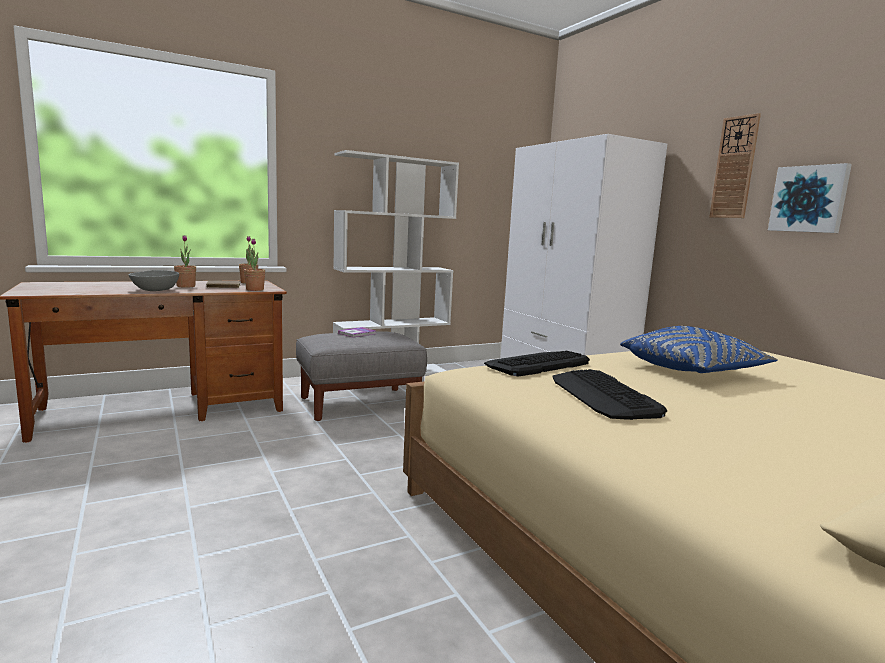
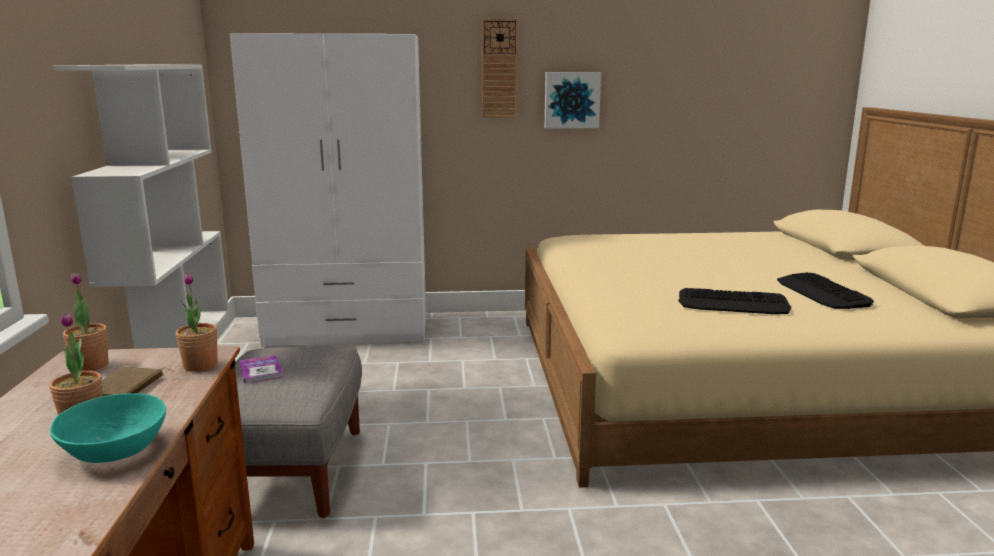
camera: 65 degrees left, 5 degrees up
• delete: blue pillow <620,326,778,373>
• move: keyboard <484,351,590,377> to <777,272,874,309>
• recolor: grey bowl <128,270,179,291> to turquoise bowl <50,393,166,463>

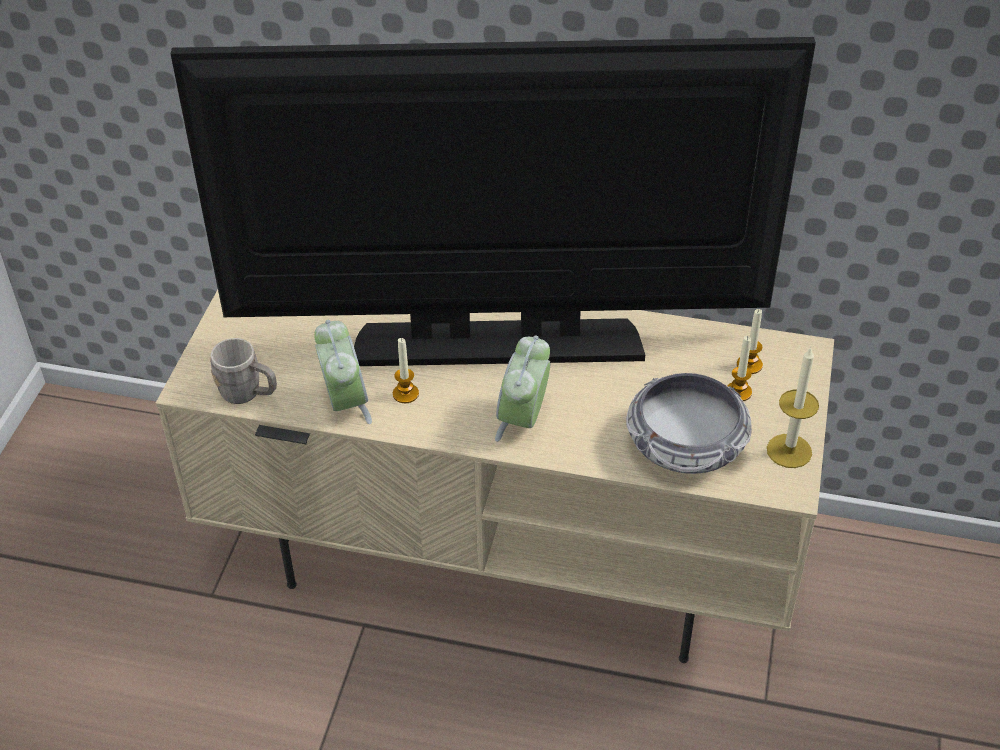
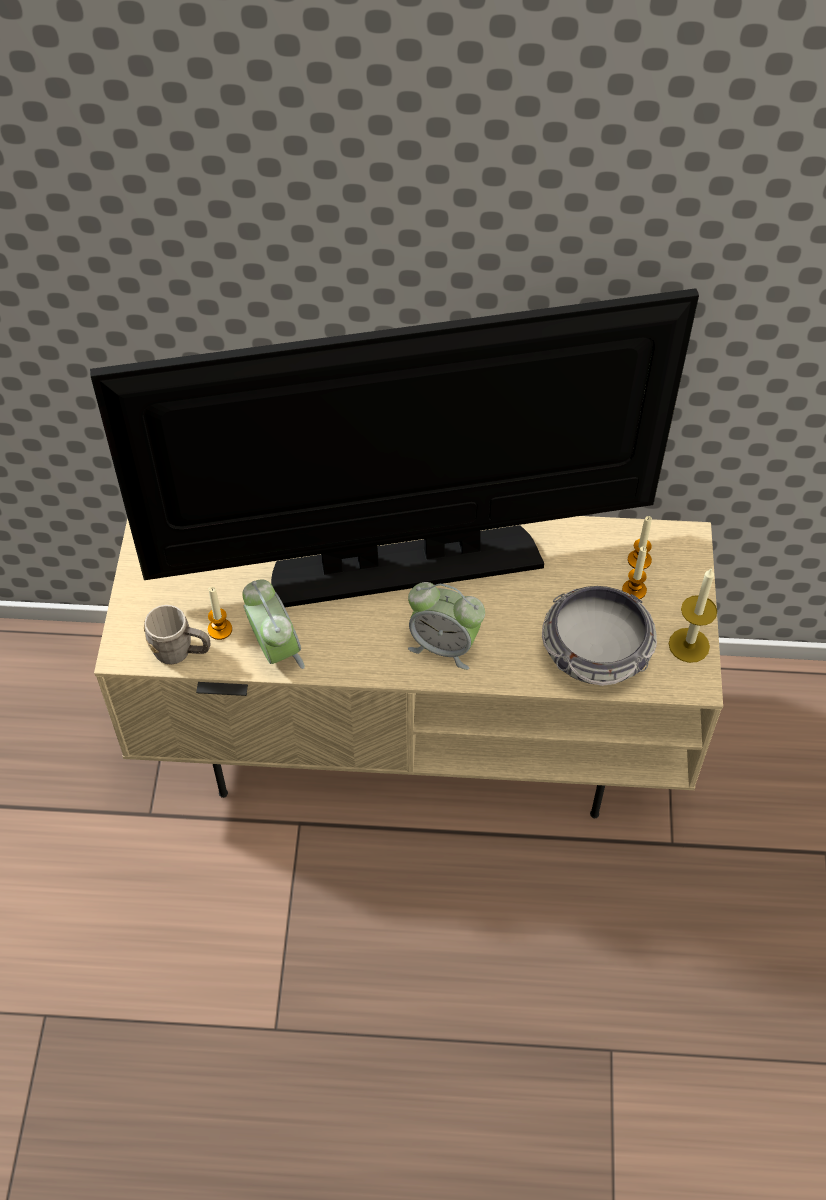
camera: 10 degrees left, 10 degrees up
• move: candle <393,338,419,403> to <208,587,232,640>
• rotate: alarm clock <495,335,550,442> = <408,582,485,670> 75 degrees counterclockwise

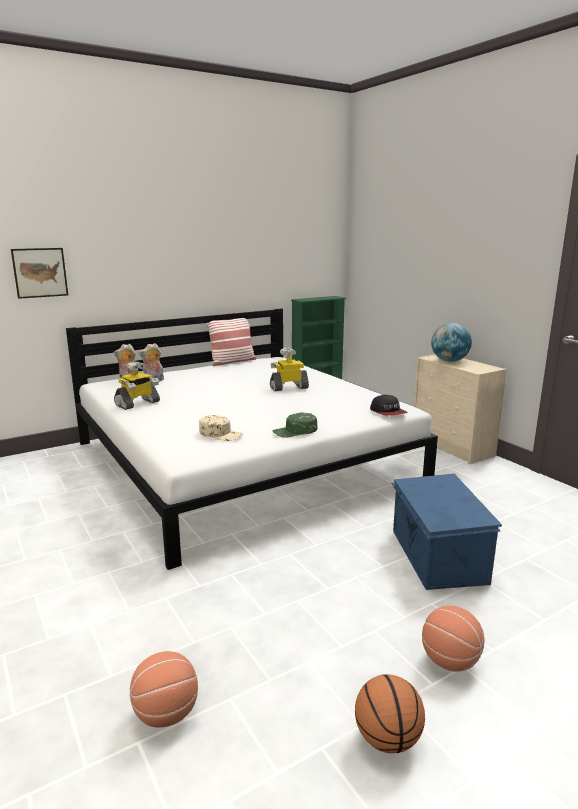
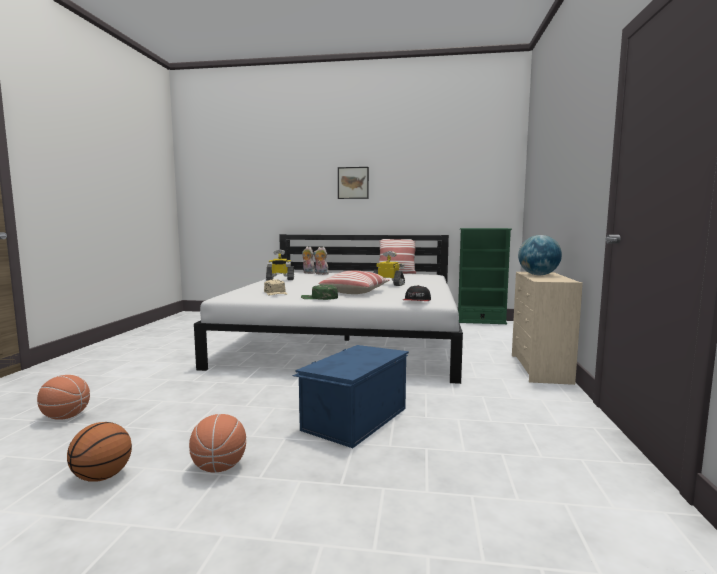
camera: 40 degrees right, 10 degrees down
• insert: pillow <319,270,390,294>
• move: picture <11,248,68,299> to <338,167,369,199>

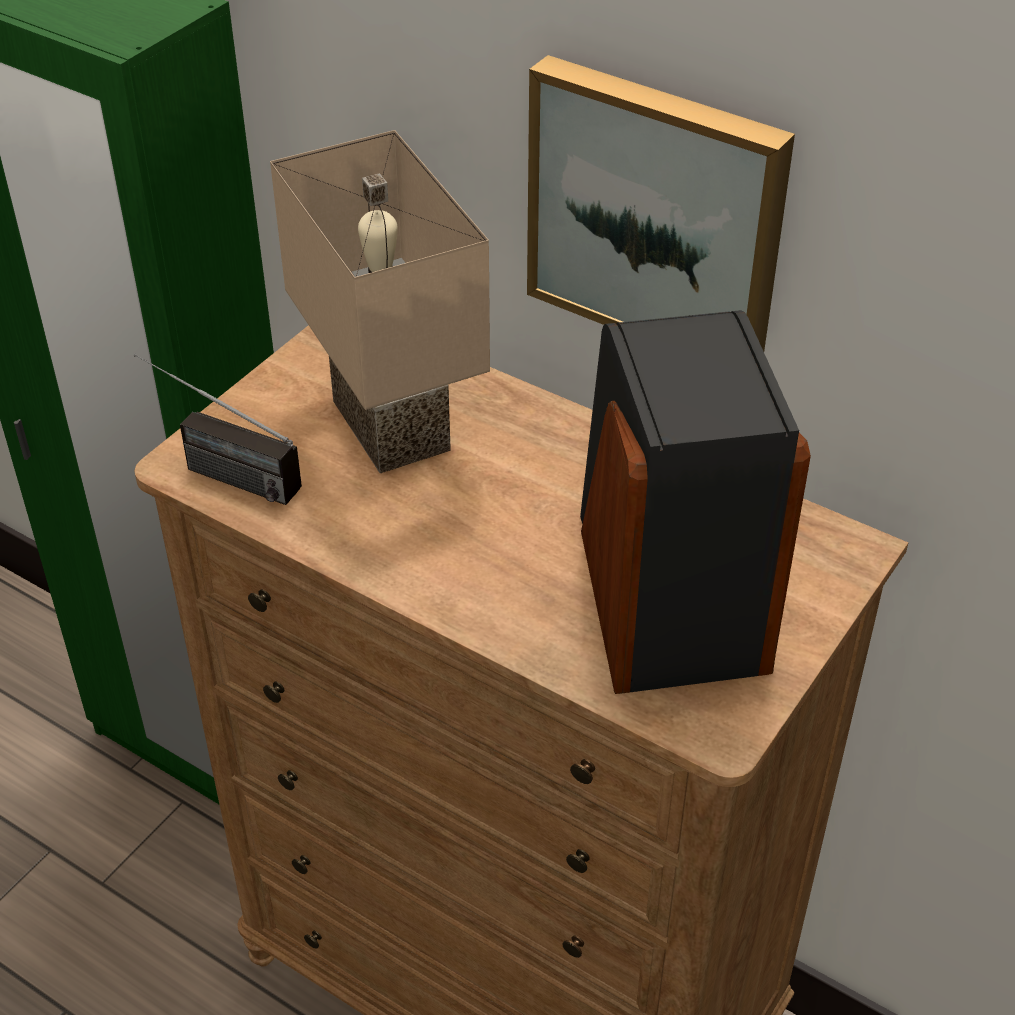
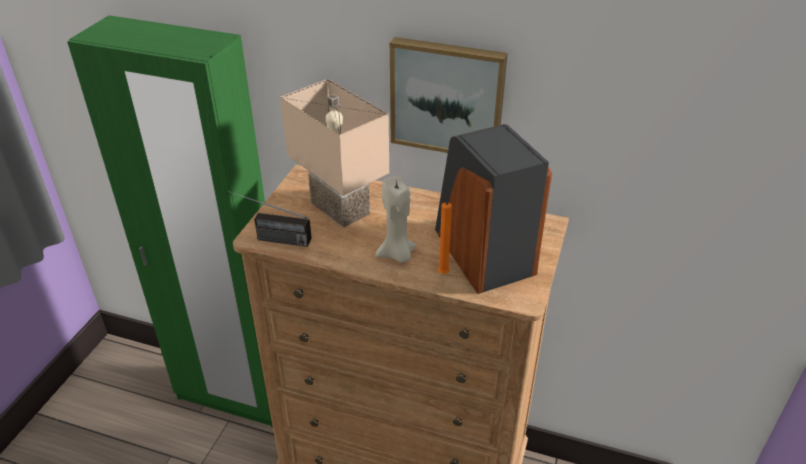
camera: 15 degrees left, 5 degrees down
• insert: beige candle <376,176,416,263>
• insert: orange candle <438,202,452,274>

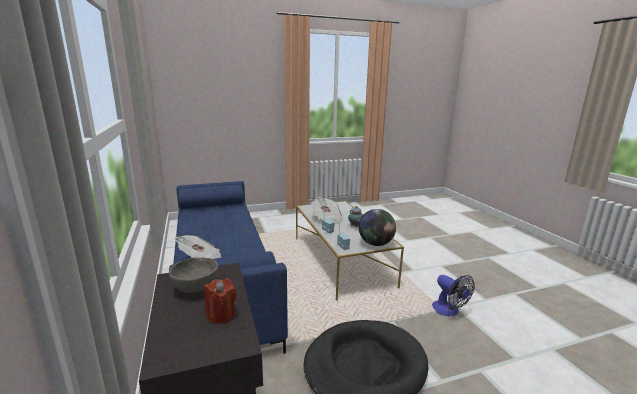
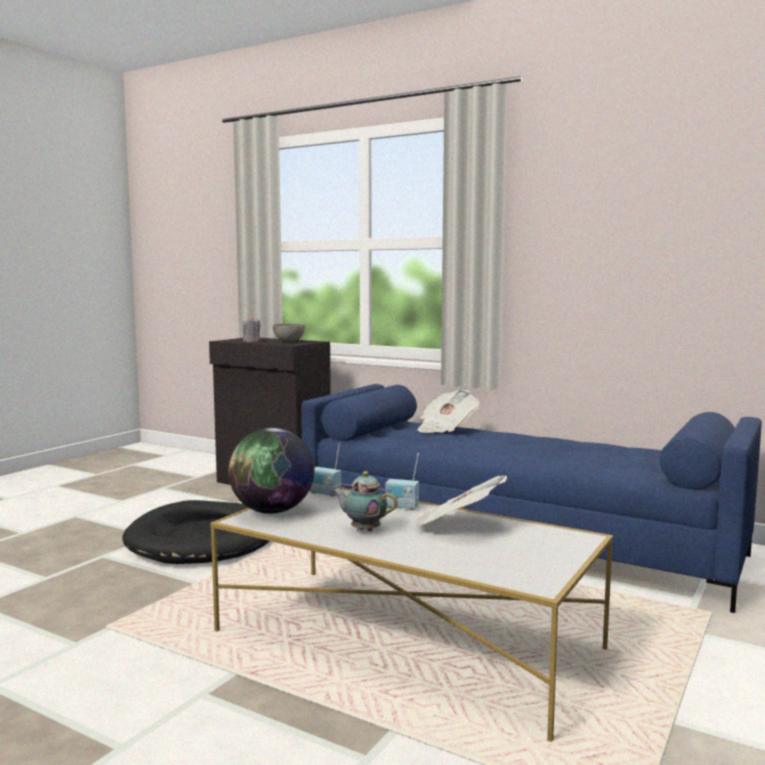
camera: 140 degrees right, 10 degrees down
• delete: fan <432,275,475,316>
• recolor: red candle <204,278,237,324> to grey candle <242,316,261,342>

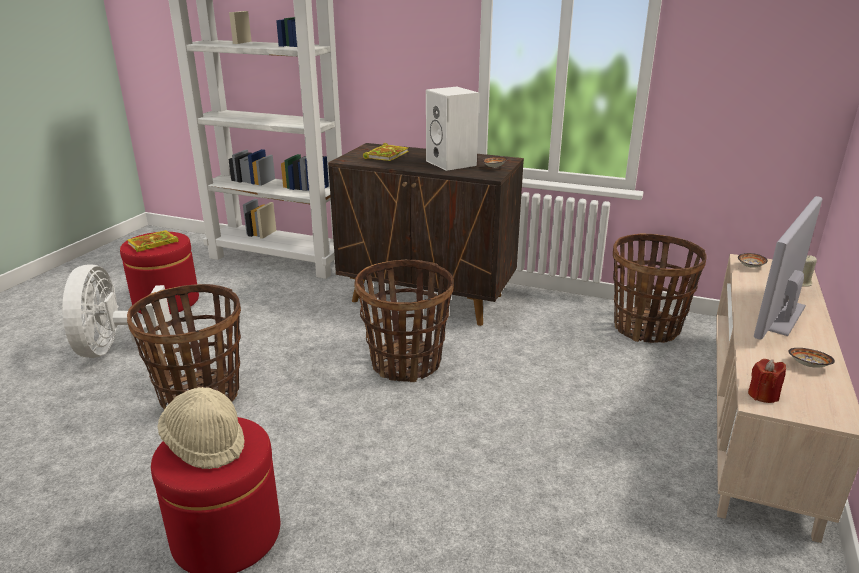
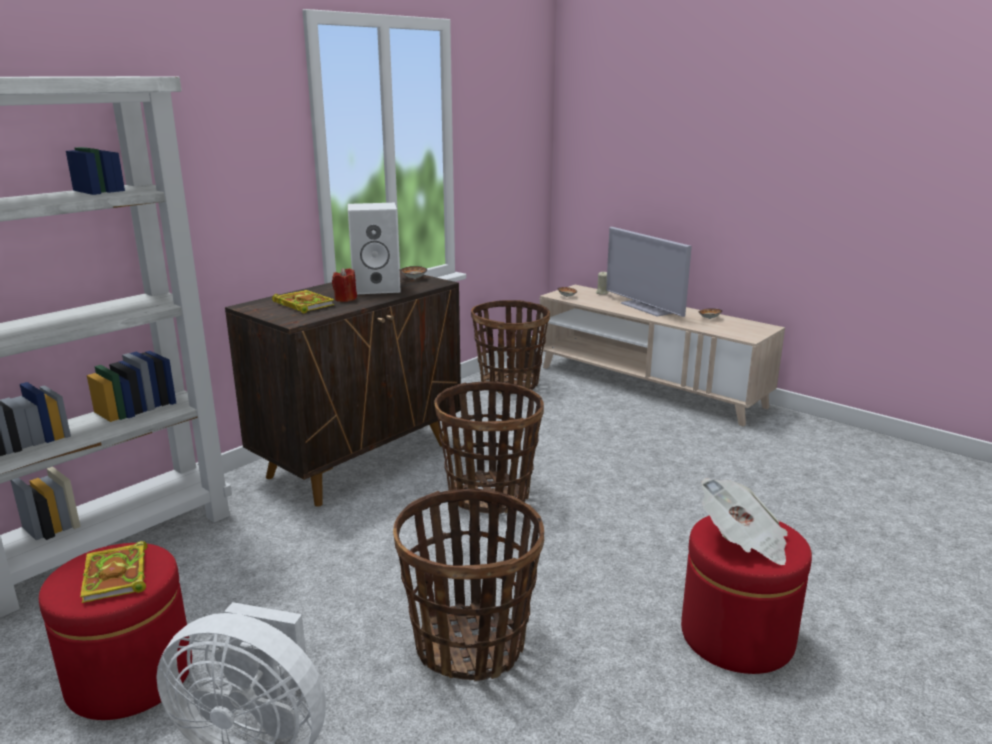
camera: 70 degrees left, 5 degrees down
• move: red candle <748,359,786,403> to <332,268,357,302>
• replace: beige hat <158,387,245,469> to newspaper <701,478,788,565>

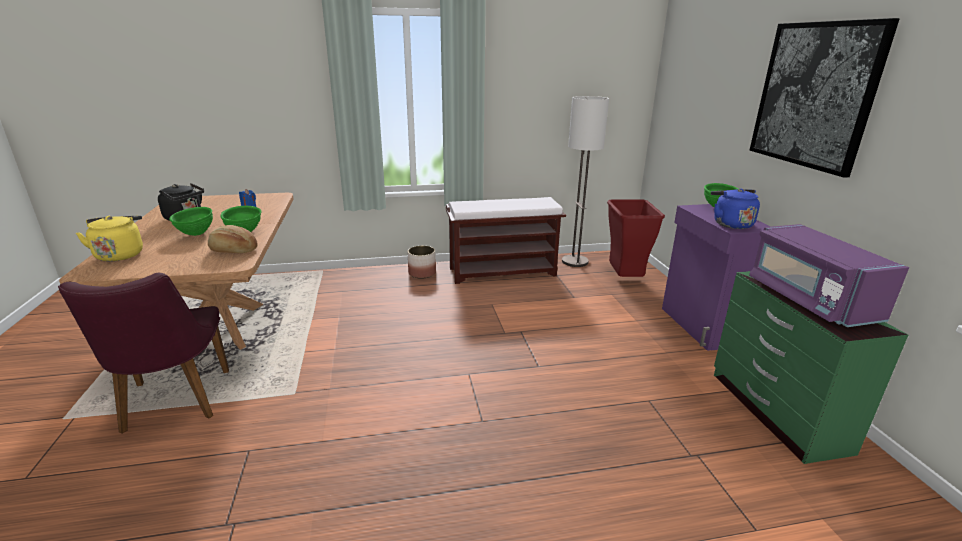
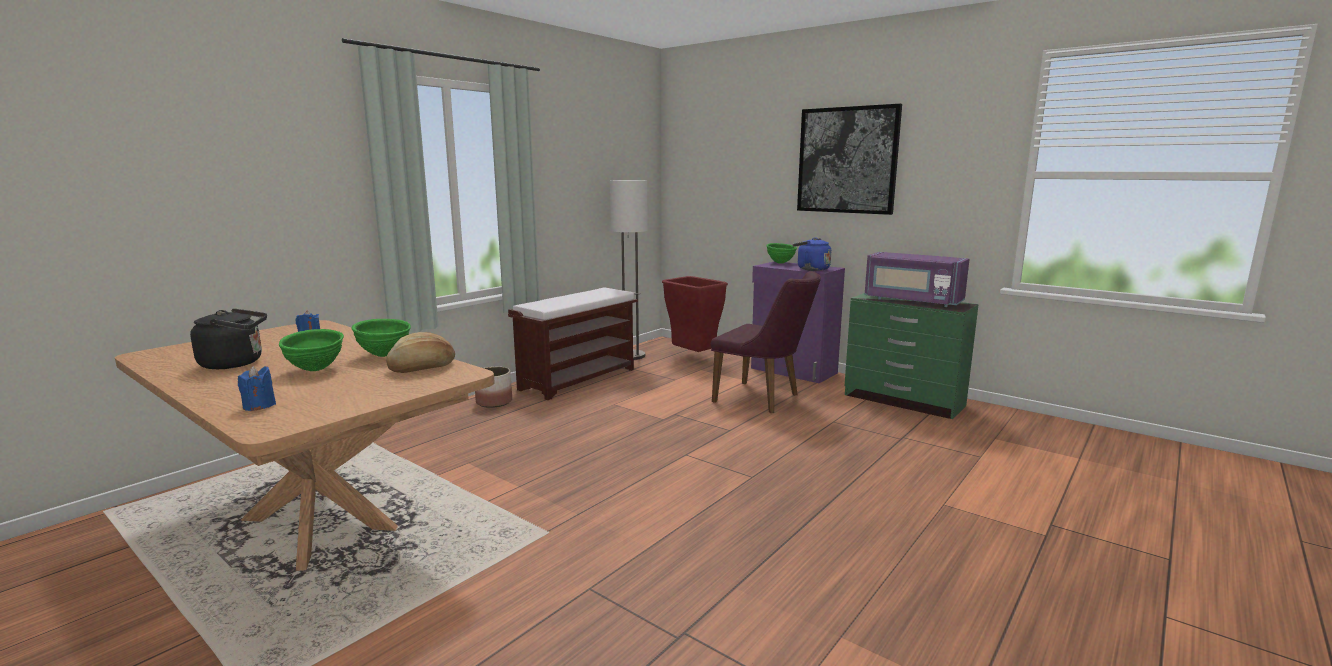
camera: 40 degrees left, 10 degrees down
• move: purple chair <58,273,229,434> to <711,271,821,413>
• replace: yellow kettle <76,215,143,262> to blue candle <238,366,276,411>

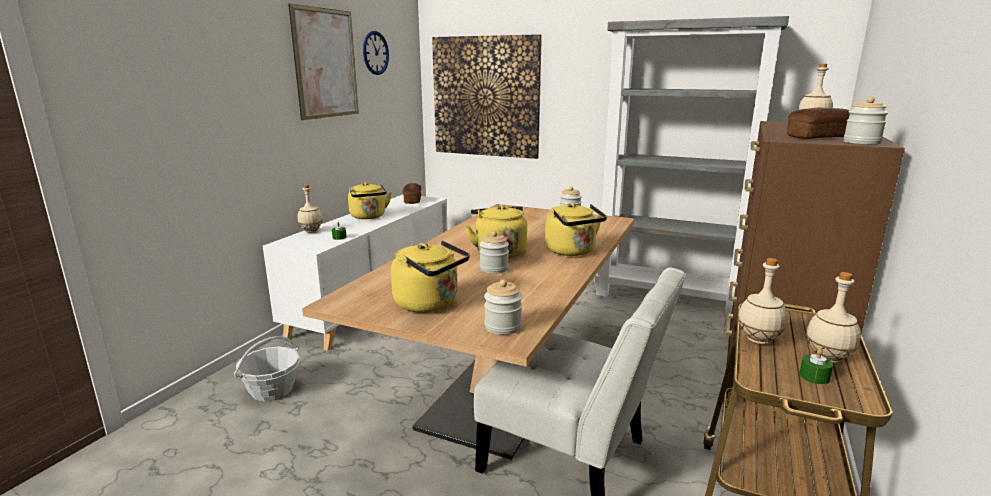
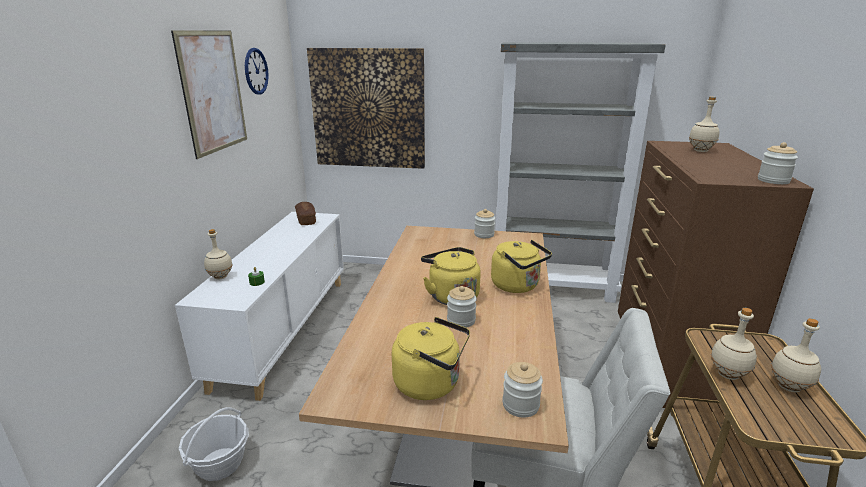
camera: 15 degrees left, 5 degrees up
• delete: yellow kettle <348,182,392,219>
• delete: bread <787,107,850,139>
• delete: green candle <799,348,833,384>

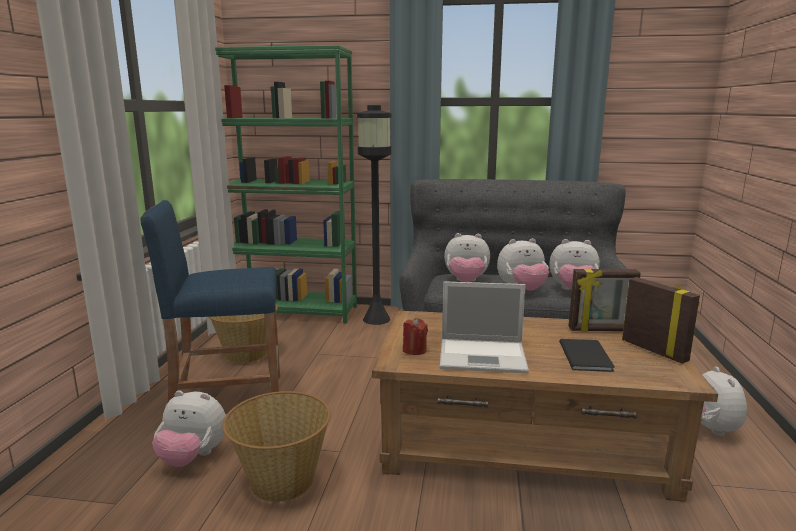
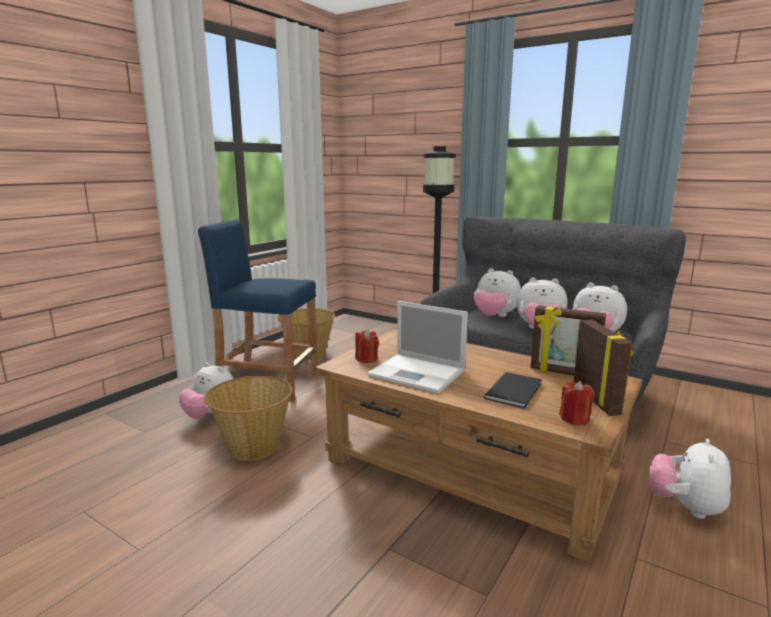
camera: 25 degrees right, 0 degrees up
• delete: green bookcase <215,45,357,323>
• insert: red candle <559,381,595,425>

